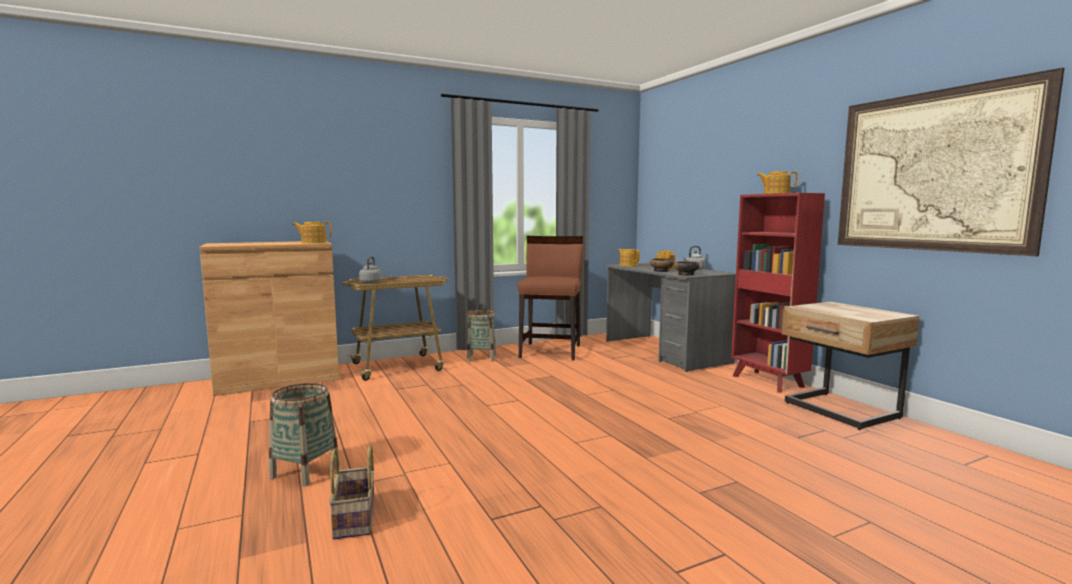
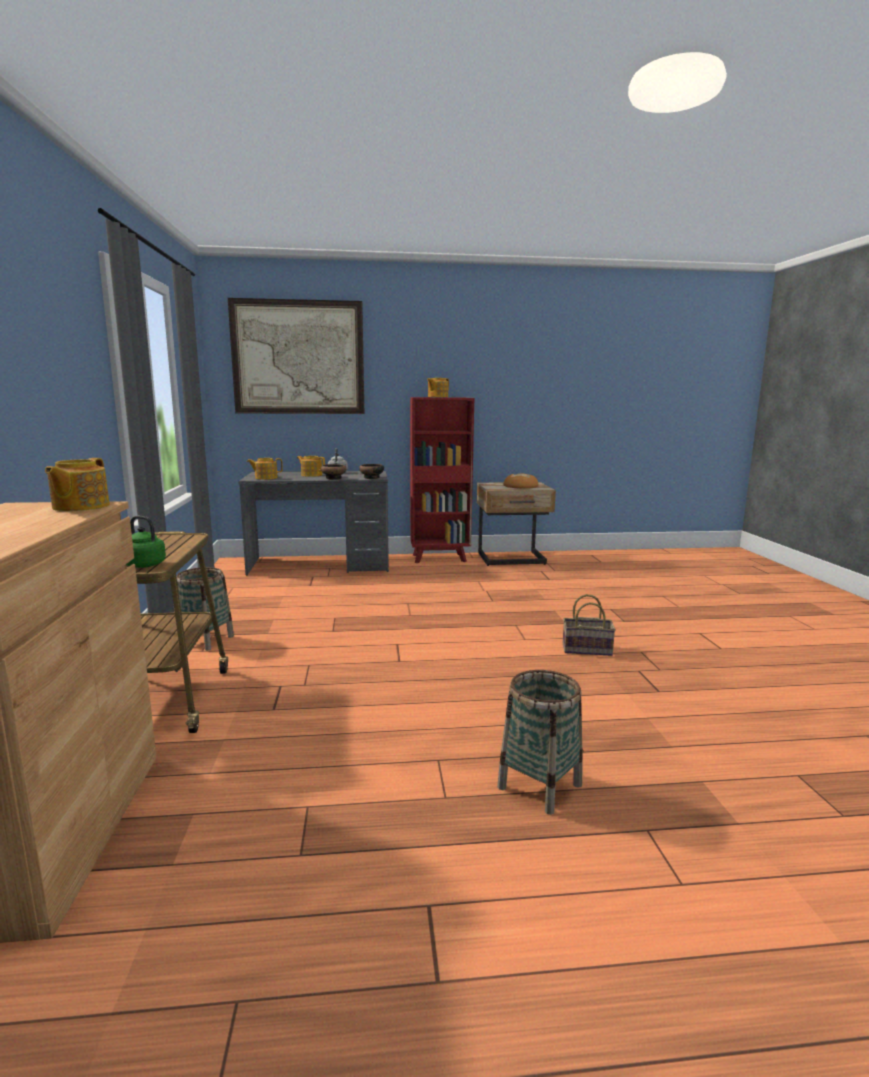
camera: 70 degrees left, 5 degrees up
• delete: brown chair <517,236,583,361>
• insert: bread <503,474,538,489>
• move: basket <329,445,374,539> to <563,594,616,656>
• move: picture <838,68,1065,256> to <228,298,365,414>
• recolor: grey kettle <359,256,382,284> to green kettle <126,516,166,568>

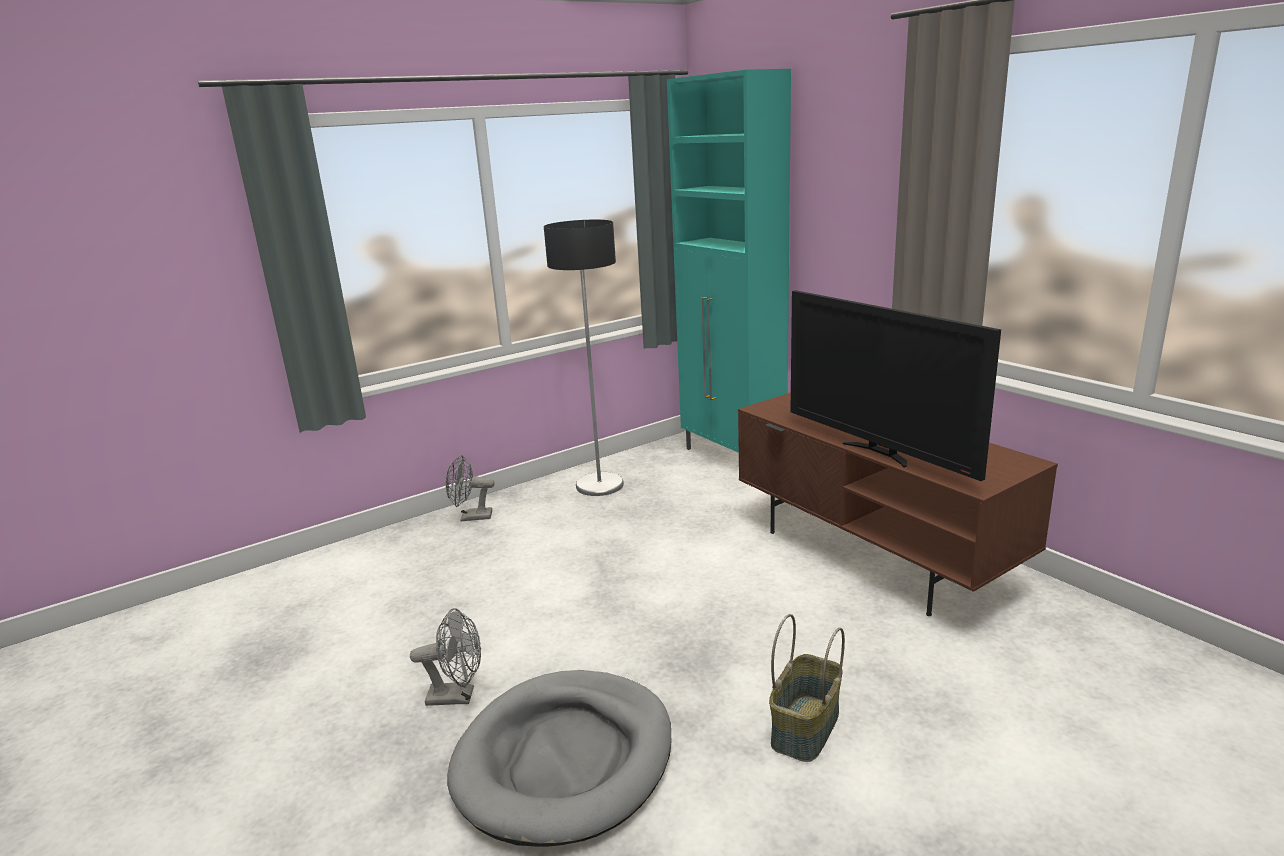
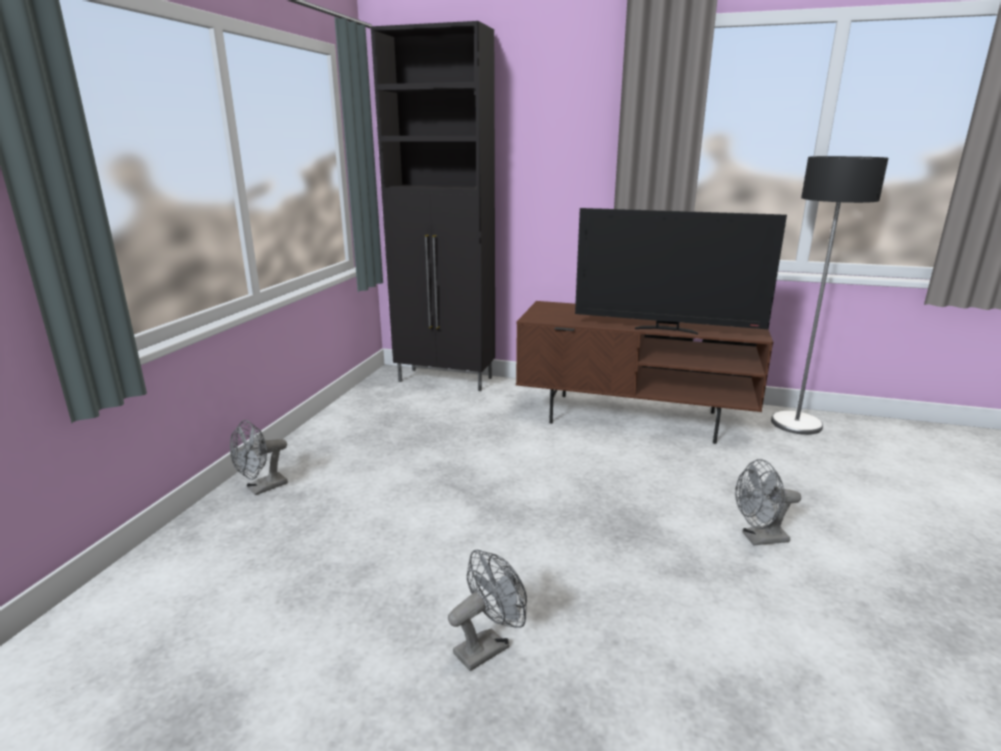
camera: 40 degrees left, 0 degrees up
• delete: grey dog bed <447,670,671,847>
• move: floor lamp <544,220,624,496> to <771,156,888,435>
• replace: basket <769,614,845,762> to grey fan <735,459,801,546>
• recolor: turquoise cabinet <667,69,791,453> to black cabinet <371,21,495,391>

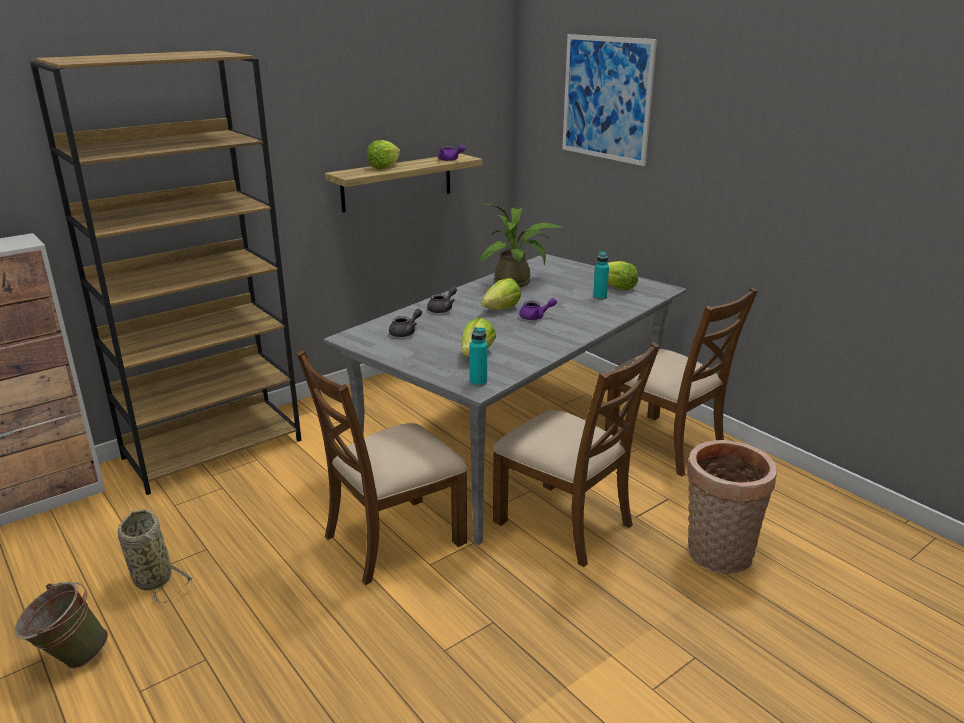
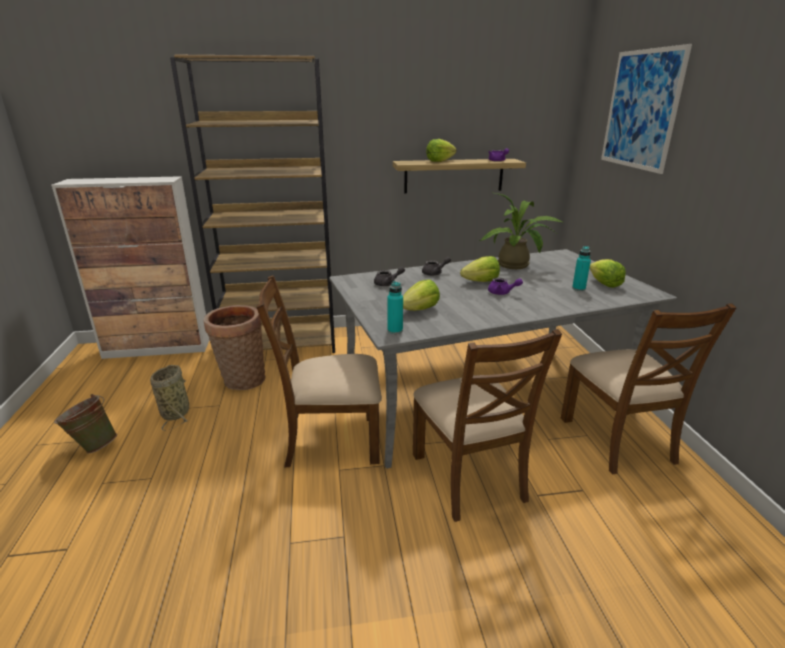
camera: 30 degrees right, 0 degrees up
• move: basket <687,440,777,574> to <203,305,265,390>

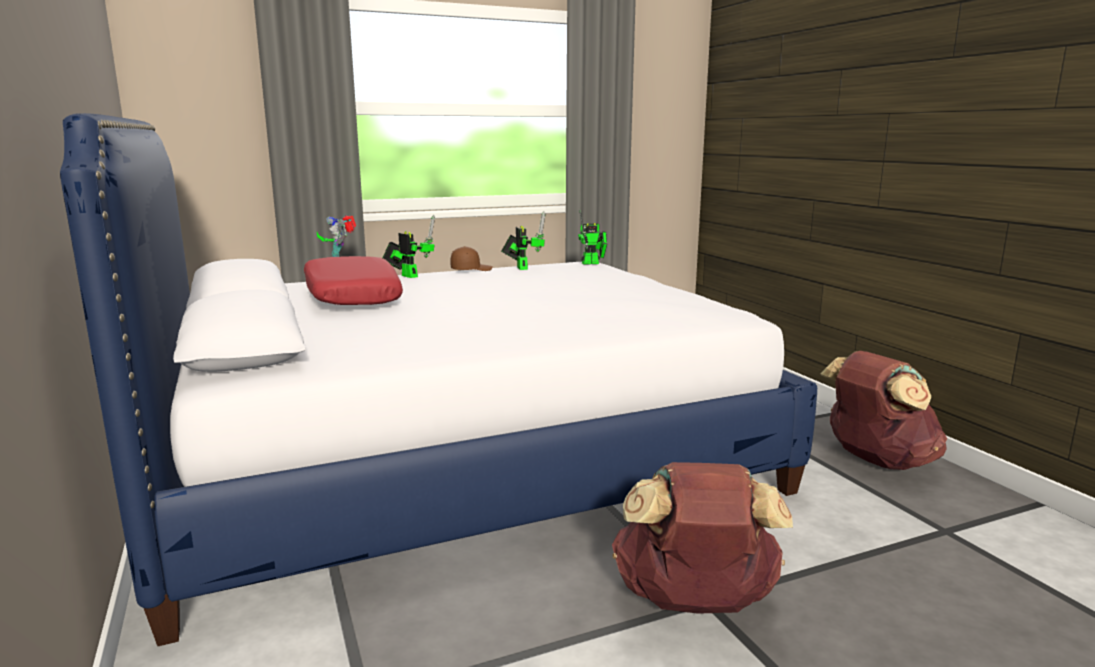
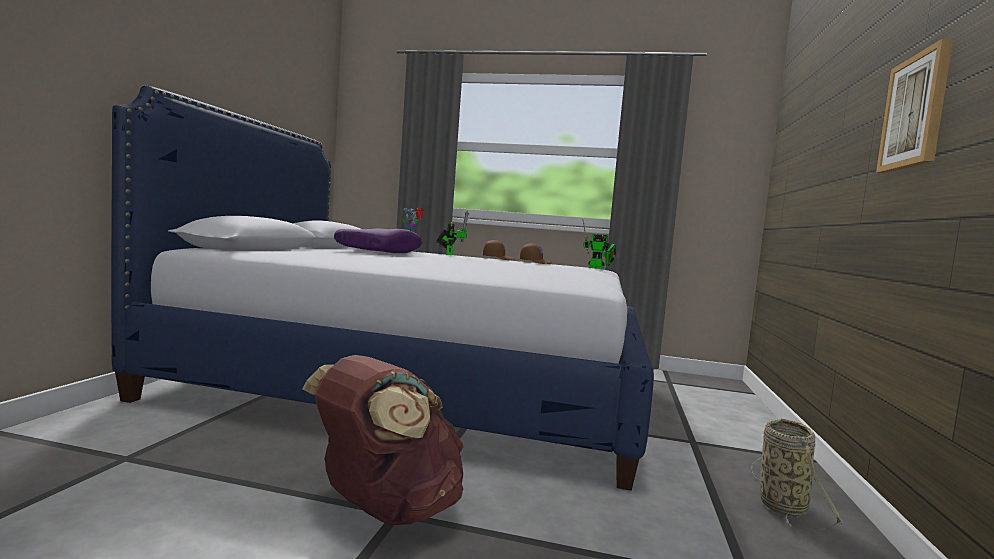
camera: 35 degrees right, 10 degrees down
• insert: picture <876,39,953,173>
• replace: toy robot <501,212,546,270> to brown cap <520,243,553,264>
• replace: brown backpack <820,351,947,470> to basket <751,419,844,532>
• recolor: red pillow <304,256,403,305> to purple pillow <334,228,422,253>

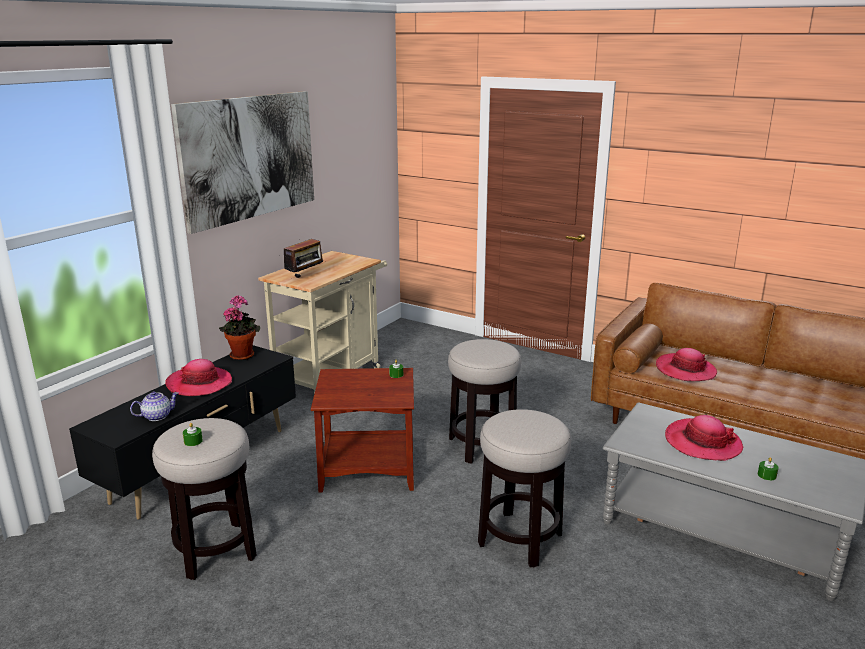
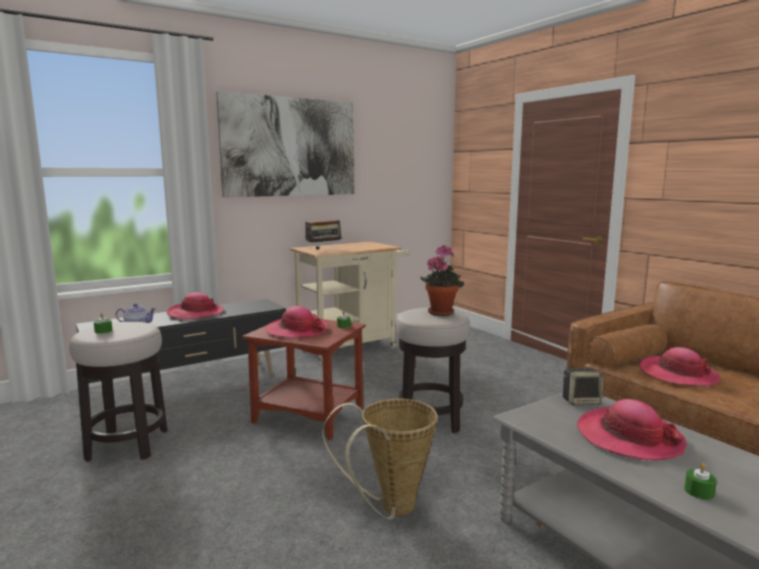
camera: 25 degrees right, 10 degrees down
• insert: hat <265,306,329,338>
• insert: speaker <563,368,604,405>
• move: potted plant <219,295,260,360> to <420,245,464,316>
• replace: stool <478,409,571,567> to basket <322,399,438,520>

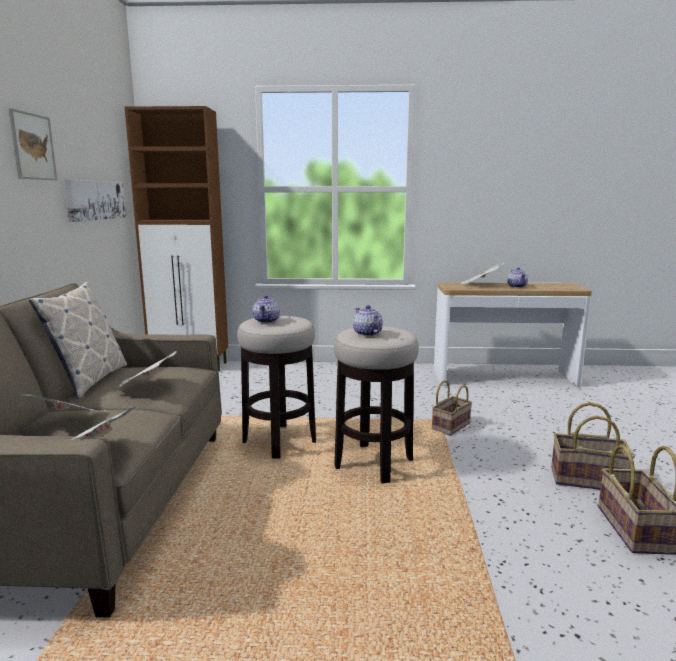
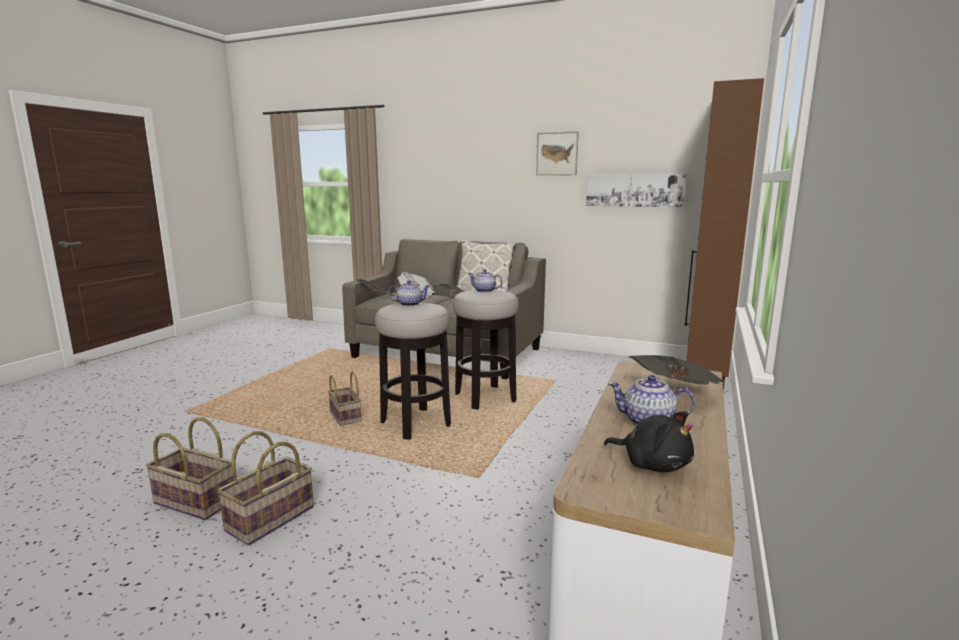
camera: 110 degrees right, 0 degrees up
• insert: black plush toy <604,411,694,472>
• move: basket <432,380,472,436> to <328,371,362,426>

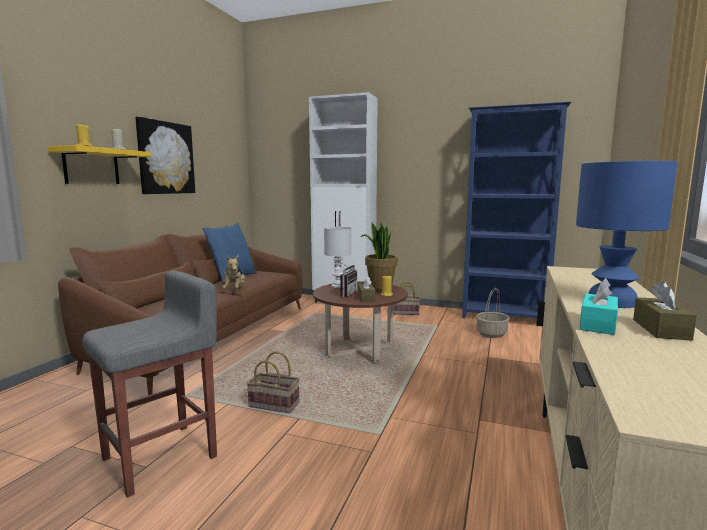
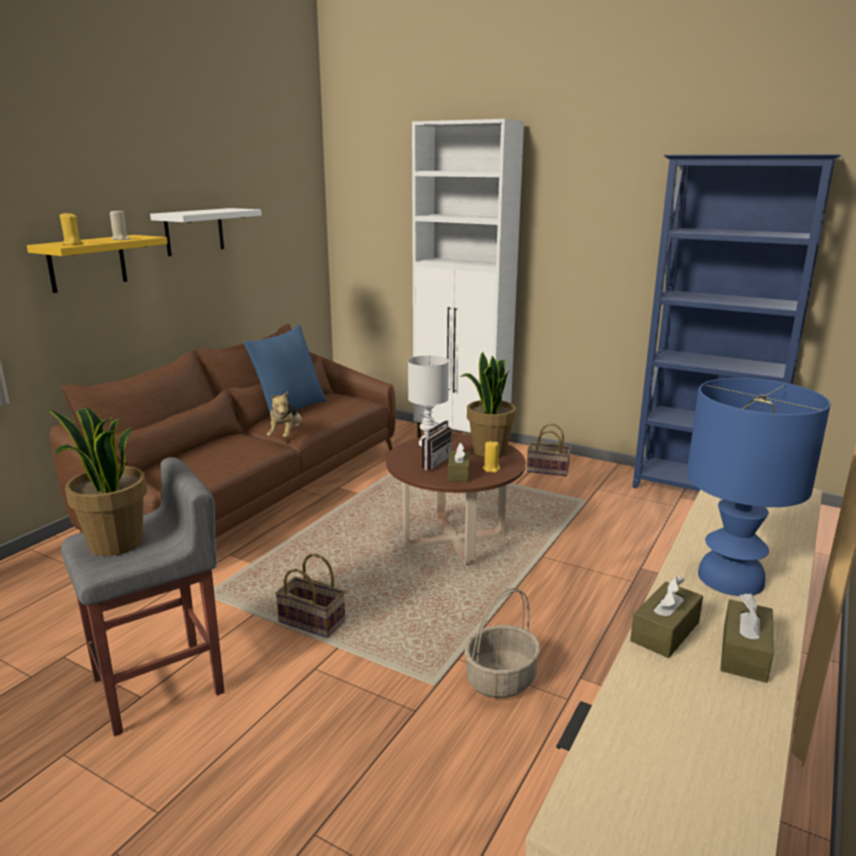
camera: 10 degrees right, 10 degrees up
• insert: potted plant <48,406,147,556>
• move: basket <476,288,510,338> to <464,588,540,698>
• replace: picture <135,117,195,194> to white shelf <150,208,262,256>
• recolor: turquoise tissue box <580,278,618,335> to brown tissue box <630,576,703,658>

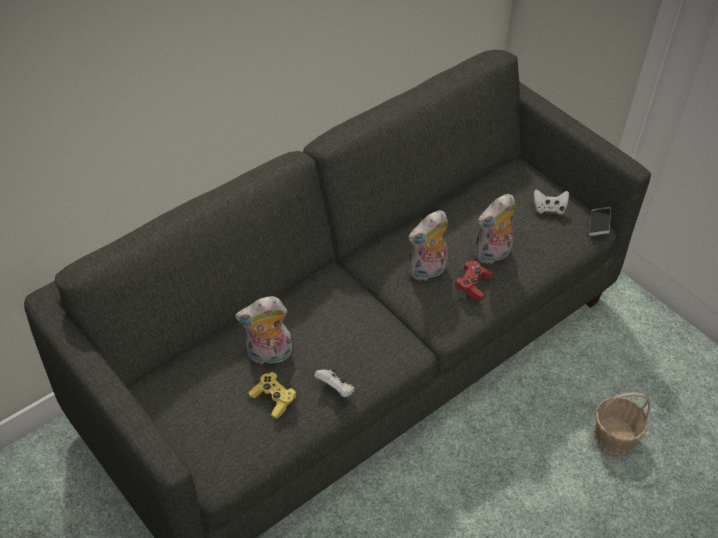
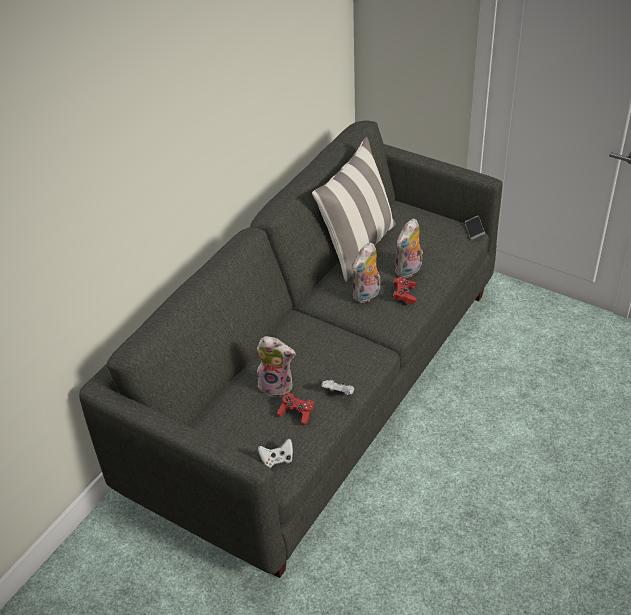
camera: 15 degrees left, 5 degrees down
• delete: basket <594,392,650,455>
• insert: pillow <312,137,396,282>
• move: white game controller <534,189,569,214> to <258,439,293,468>
• recolor: yellow game controller <249,372,297,418> to red game controller <277,393,314,425>
• rotate: plush toy <235,296,292,364> = <257,336,296,397> 135 degrees counterclockwise

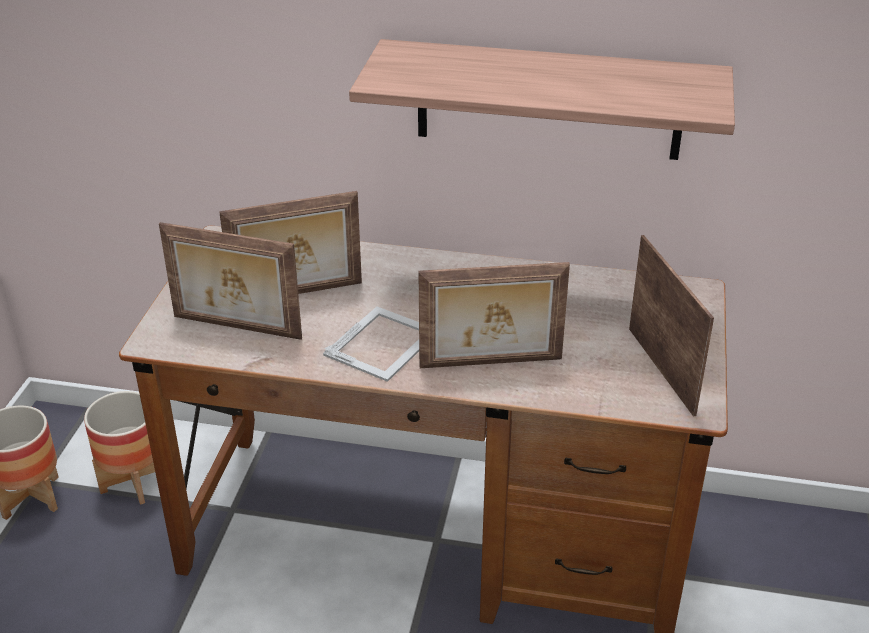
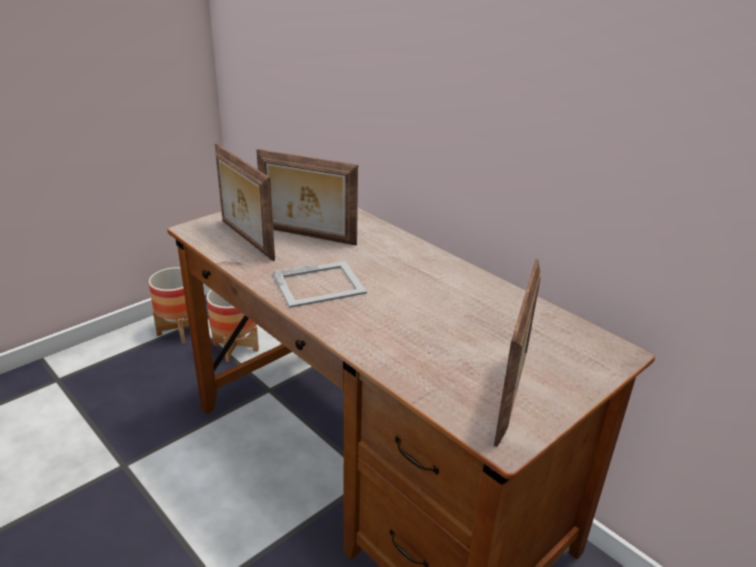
camera: 35 degrees right, 5 degrees down
• delete: shelf <349,39,735,160>
• delete: picture frame <418,262,570,368>

